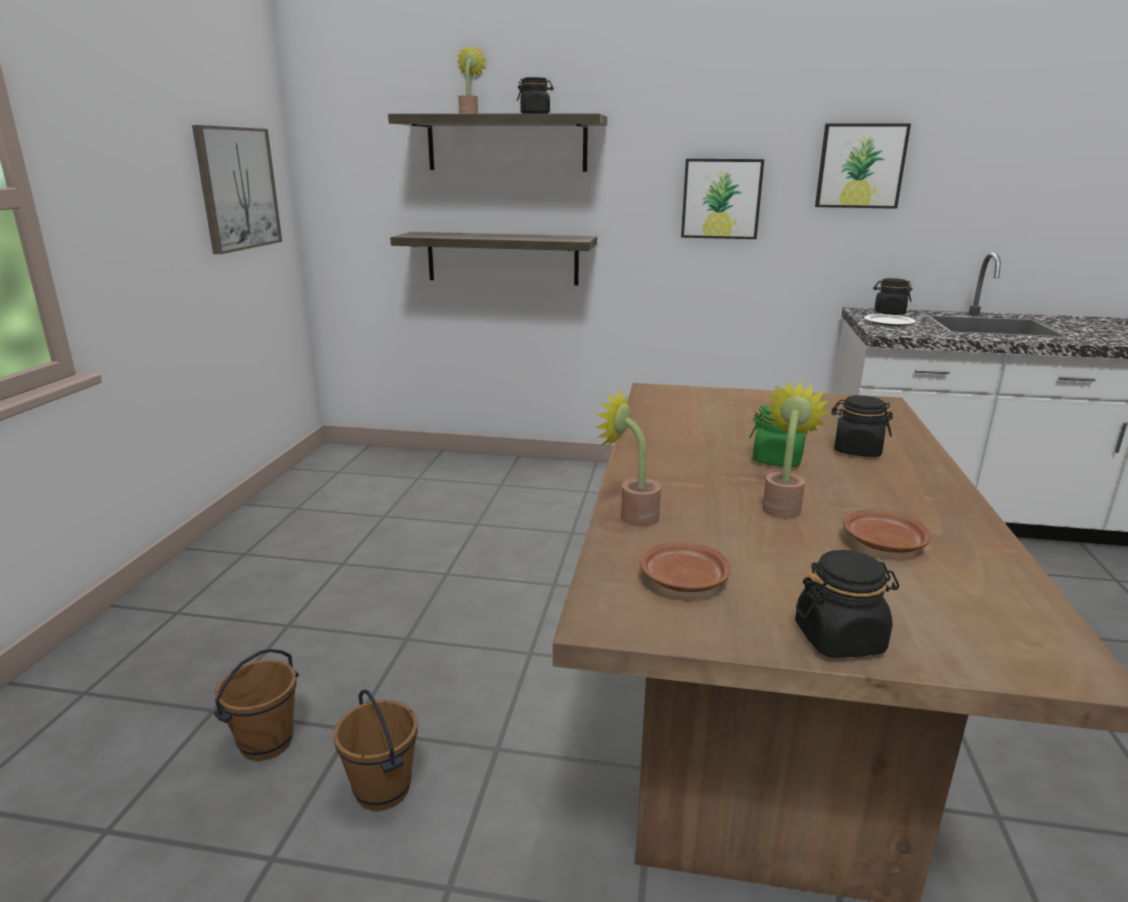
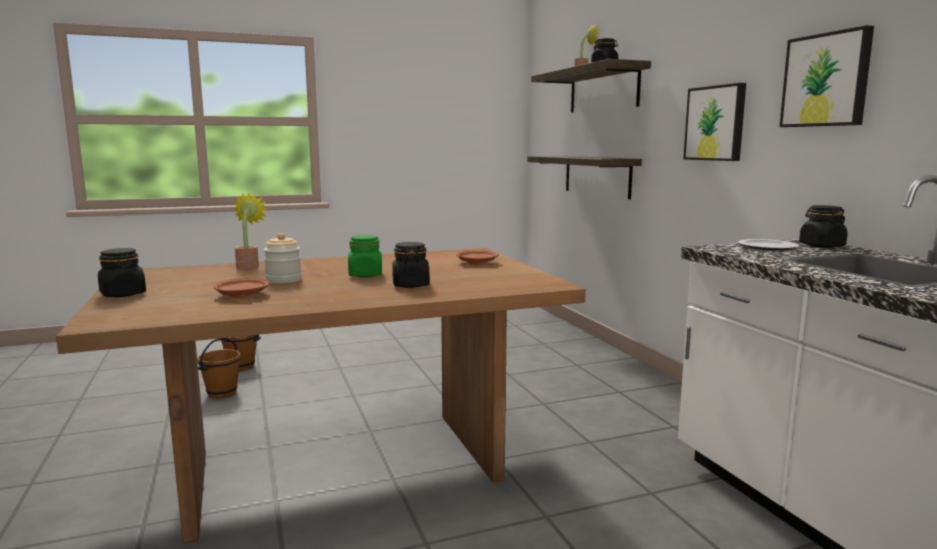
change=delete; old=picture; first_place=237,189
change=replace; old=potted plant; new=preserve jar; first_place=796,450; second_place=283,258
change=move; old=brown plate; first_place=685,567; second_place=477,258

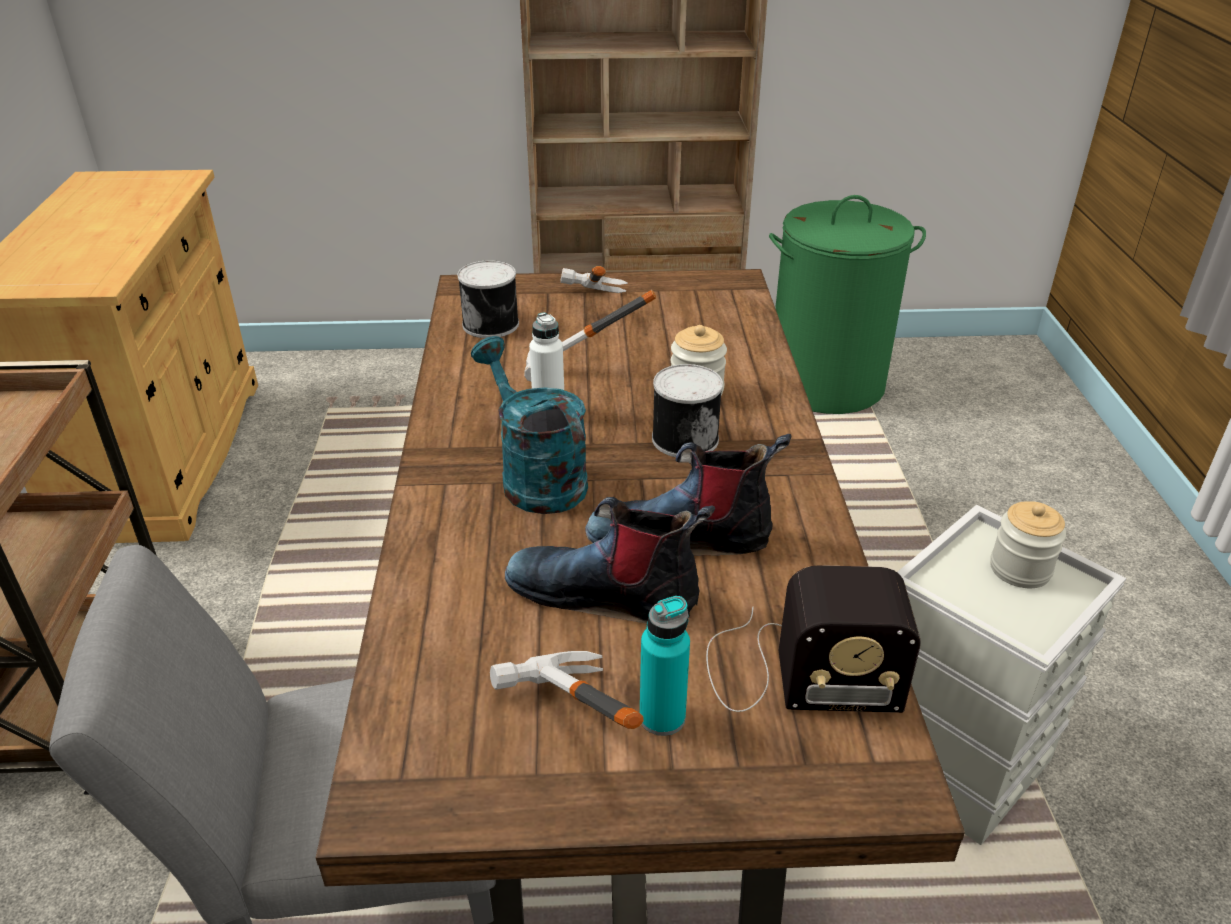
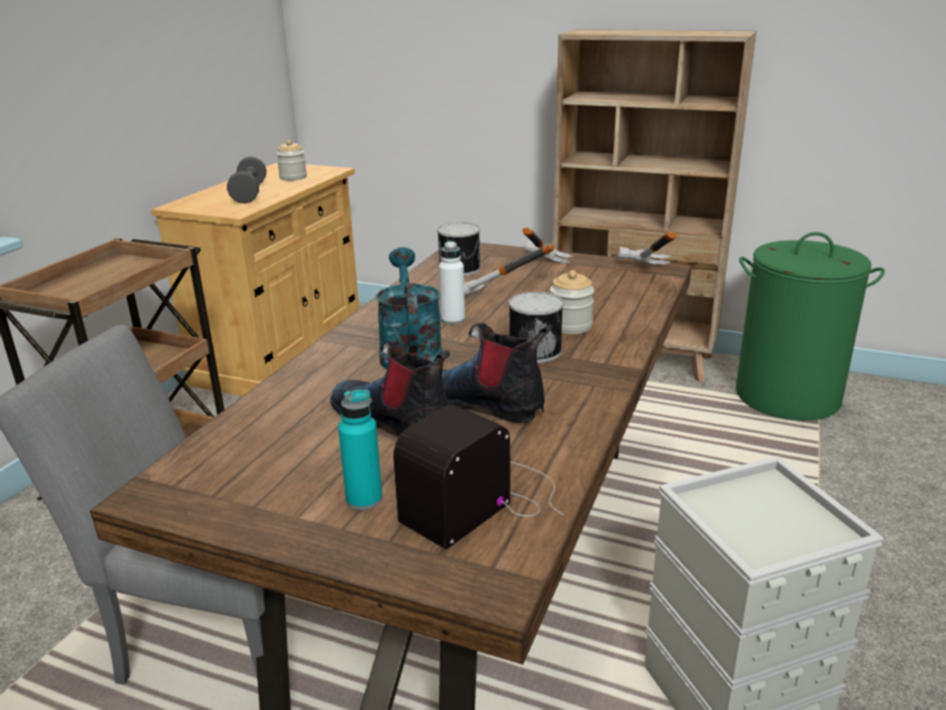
change=move; old=preserve jar; first_place=1028,544; second_place=291,160
change=rotate; old=radio; first_place=813,639; second_place=478,477; degrees=105
change=move; old=hammer; first_place=567,690; second_place=647,248
change=insert; new=grey dumbbell; second_place=246,180

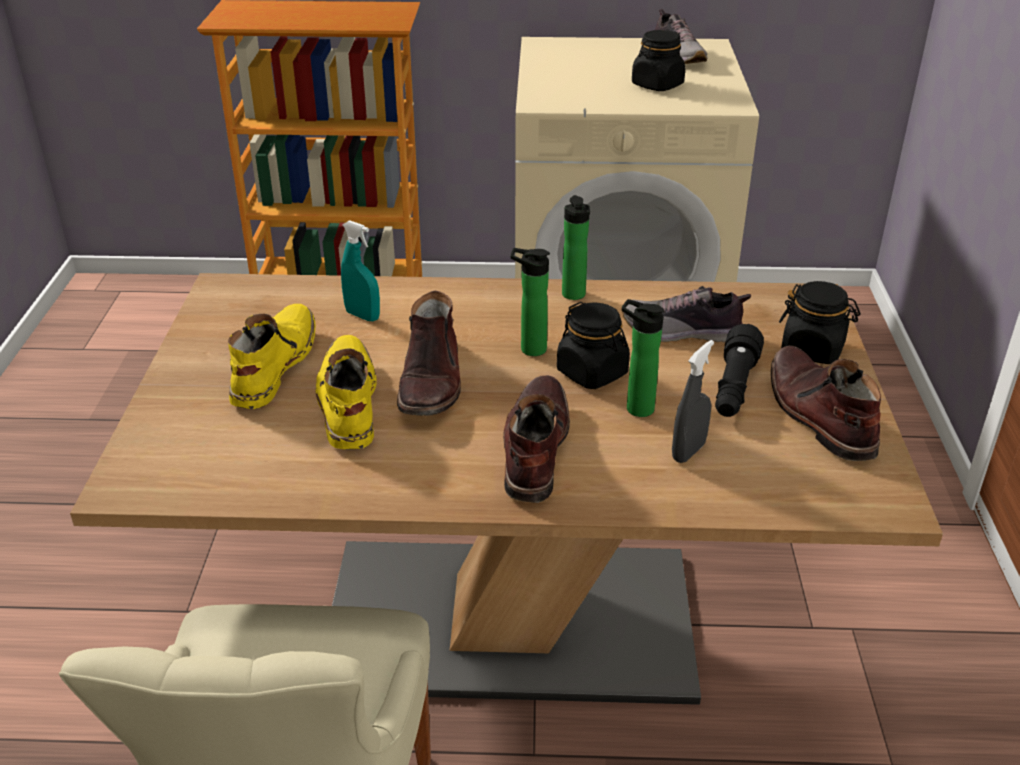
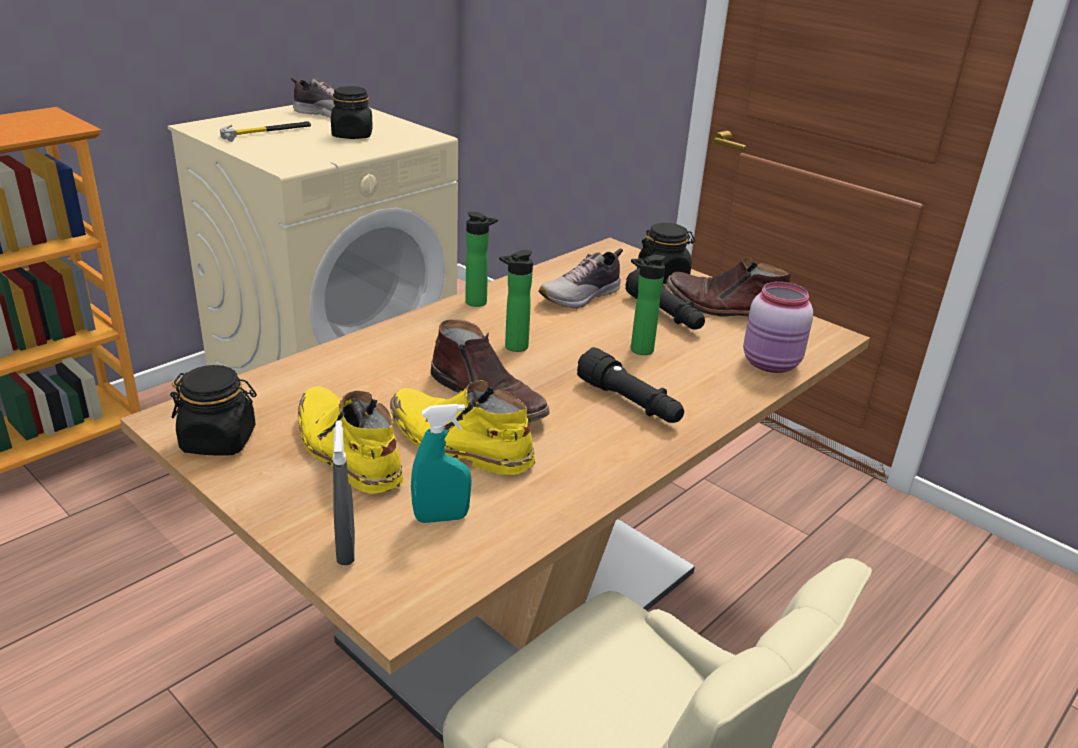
change=move; old=turquoise-coloured hand sprayer; first_place=360,270; second_place=441,463
change=move; old=blackish preserve jar; first_place=593,345; second_place=213,410
change=move; old=grey hand sprayer; first_place=693,401; second_place=344,492
change=replace; old=brown high-top boot; new=blackish flashlight; first_place=536,439; second_place=630,385
change=insert; new=hammer; second_place=265,131
change=insert; new=pinkish preserve jar; second_place=778,327

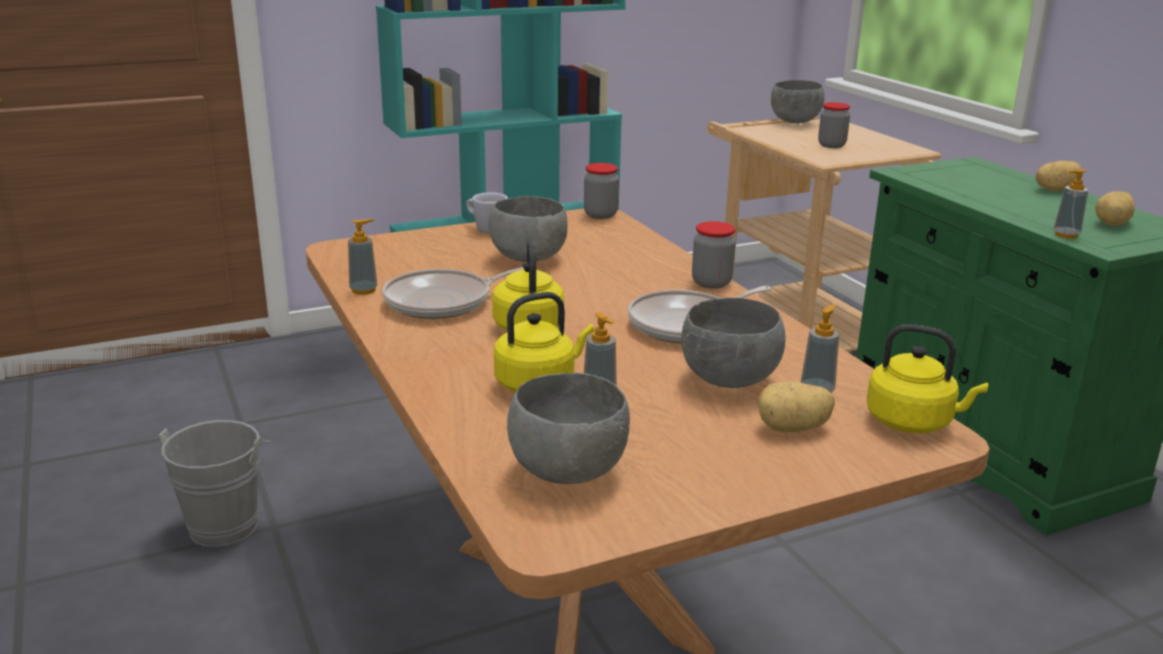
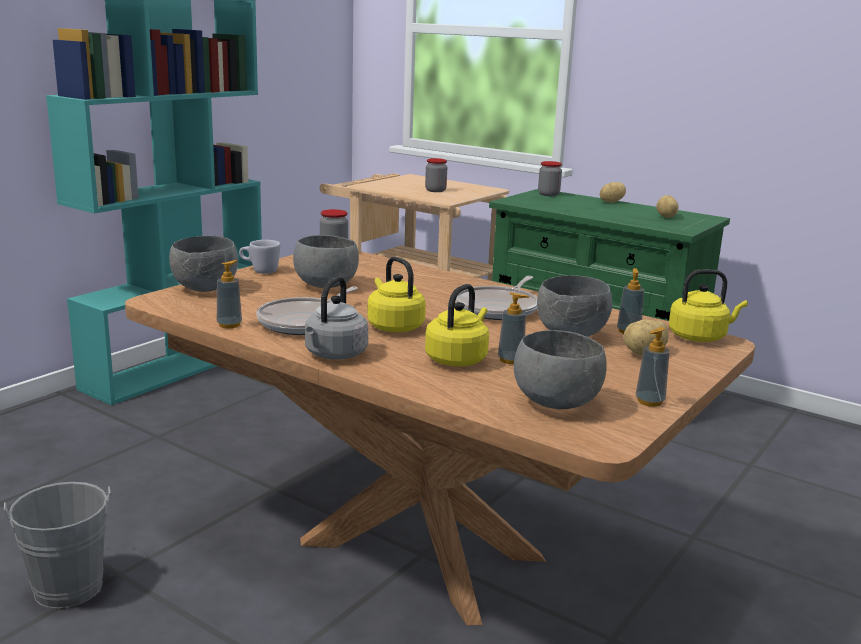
change=move; old=grey serving bowl; first_place=798,101; second_place=203,264
change=move; old=soap dispenser; first_place=1071,204; second_place=652,367
change=move; old=preserve jar; first_place=714,255; second_place=550,178
change=insert; new=grey kettle; second_place=336,317

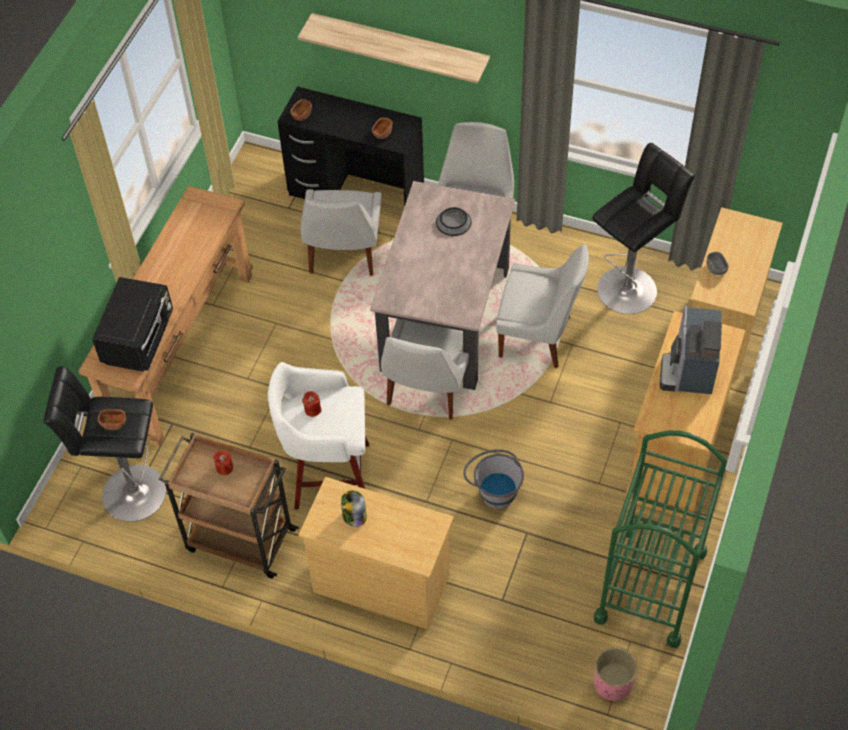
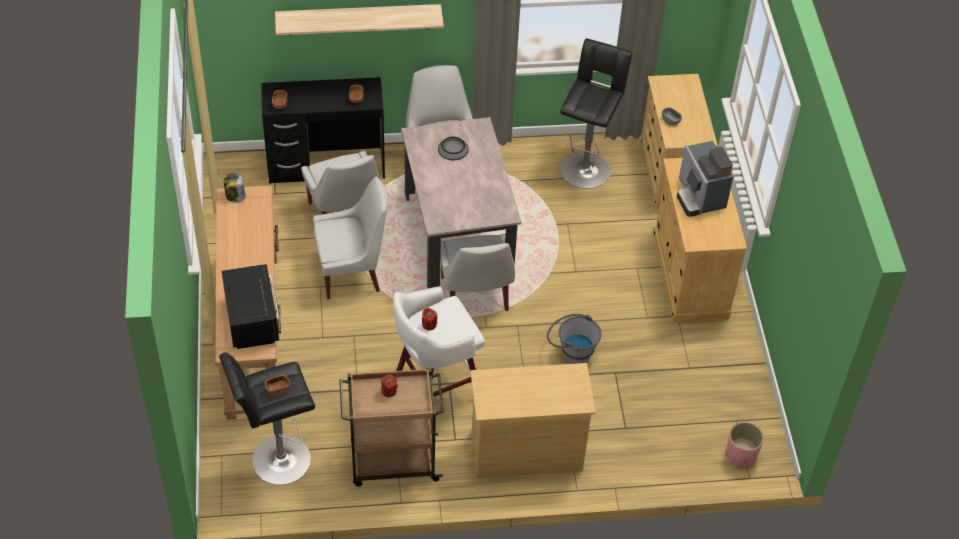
change=move; old=white chair; first_place=542,306; second_place=350,238
change=delete; old=green wheeled cart; first_place=660,539
change=move; old=preserve jar; first_place=354,509; second_place=235,187

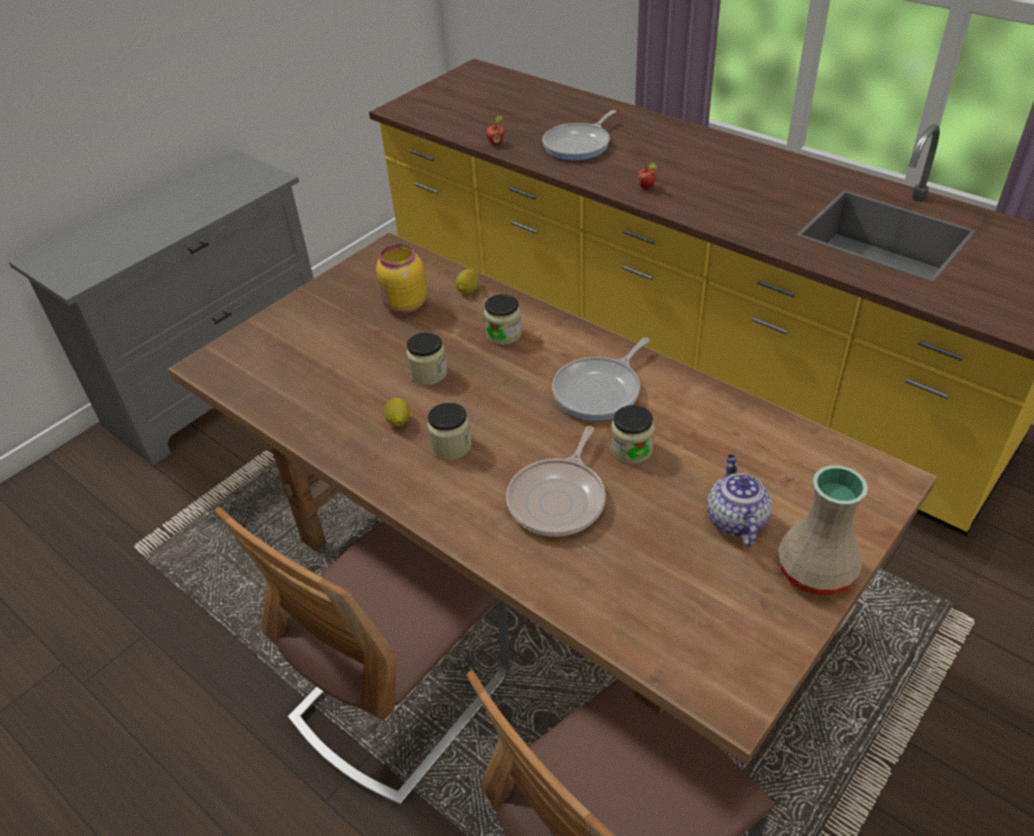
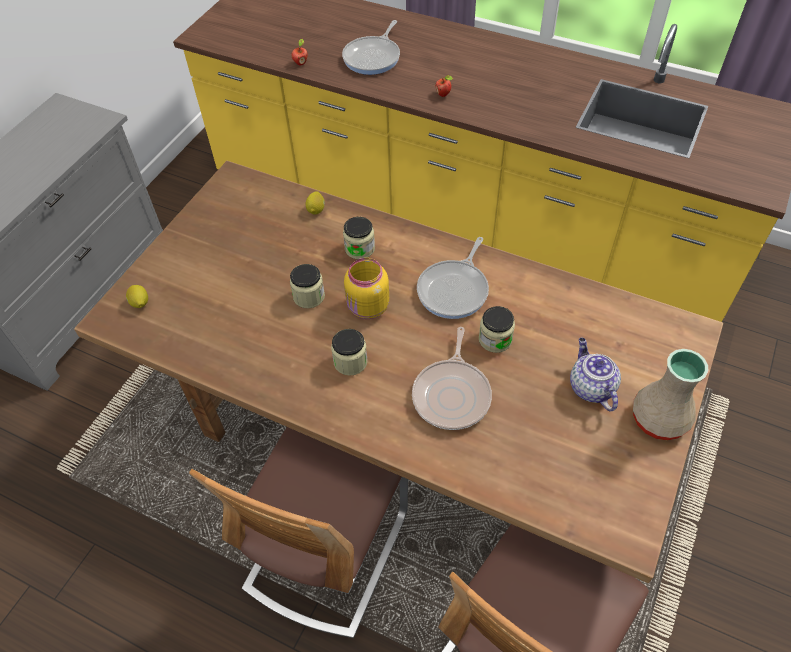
change=move; old=yellow preserve jar; first_place=401,279; second_place=366,288
change=move; old=citrus fruit; first_place=397,412; second_place=137,296

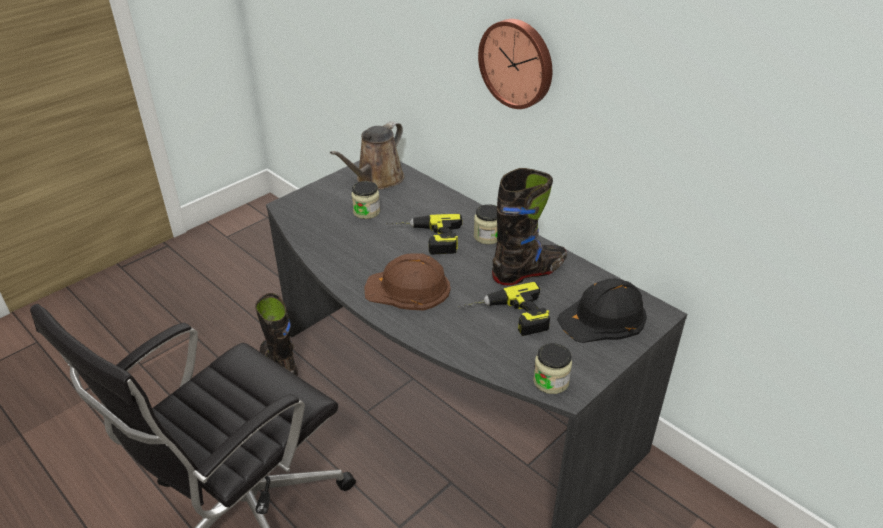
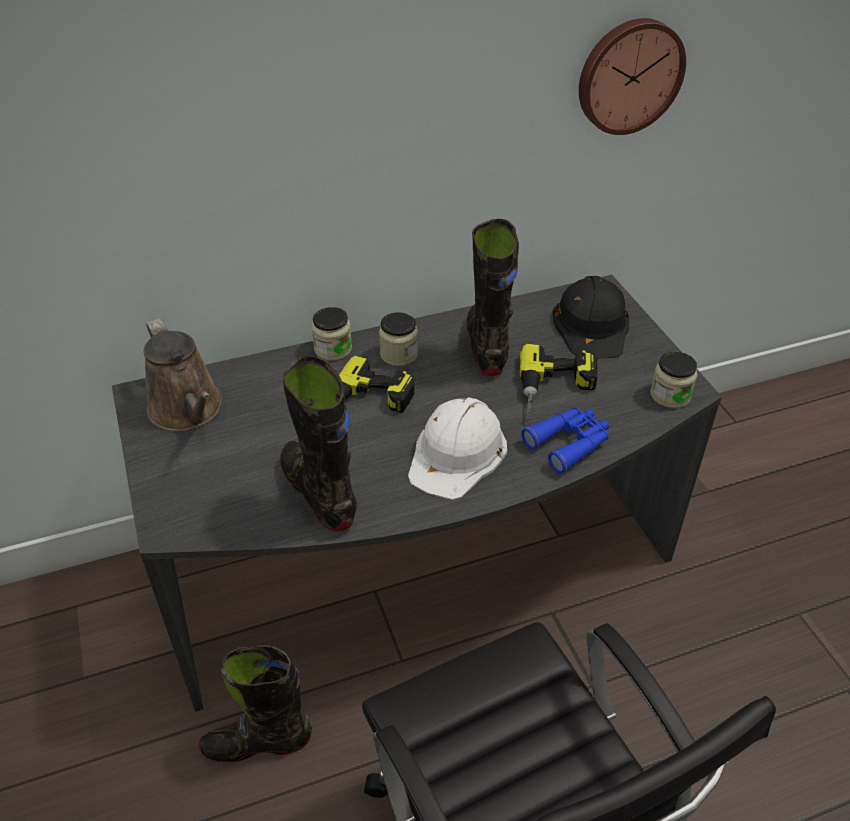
change=move; old=wall clock; first_place=515,64; second_place=632,76
change=move; old=preserve jar; first_place=365,200; second_place=332,334
change=recolor; old=brown work helmet; new=white work helmet; first_place=407,281; second_place=457,448
change=insert; new=blackish high-top boot; second_place=318,443
change=insert; new=blue field glasses; second_place=565,440

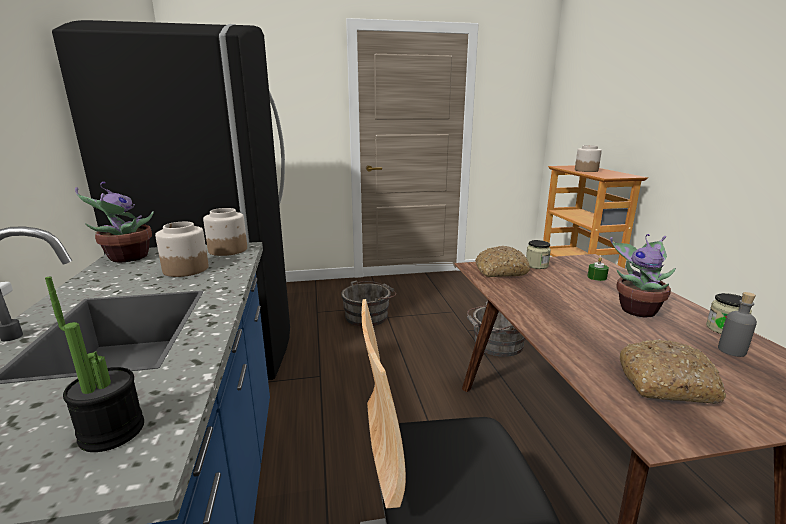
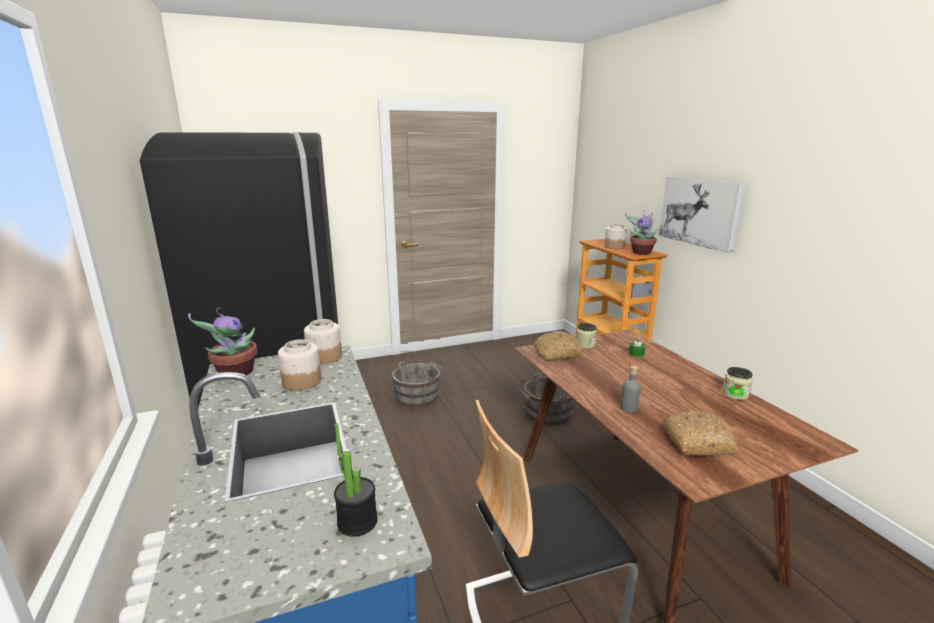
change=move; old=potted plant; first_place=643,275; second_place=642,232
change=move; old=grey bottle; first_place=737,324; second_place=630,389
change=insert; new=picture; second_place=702,214

